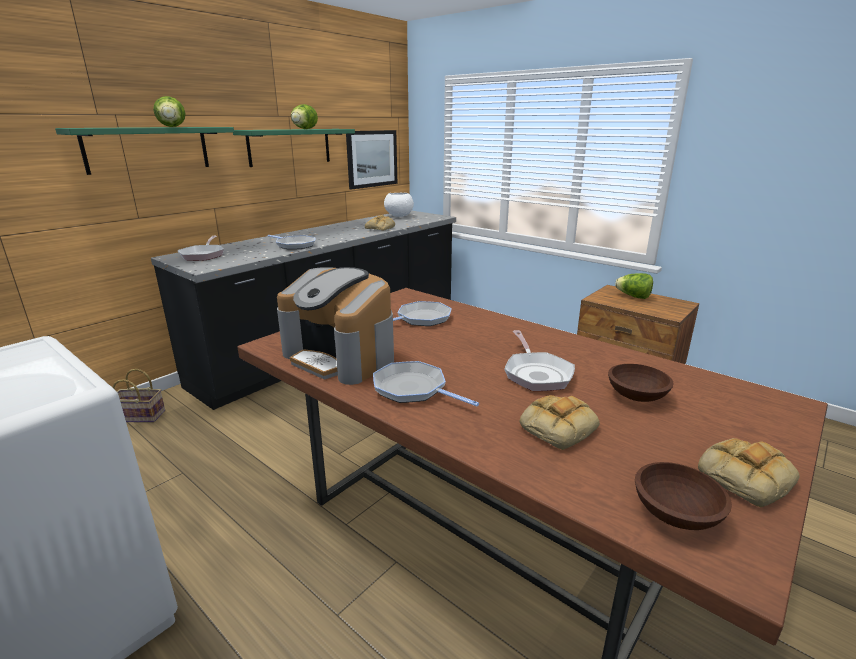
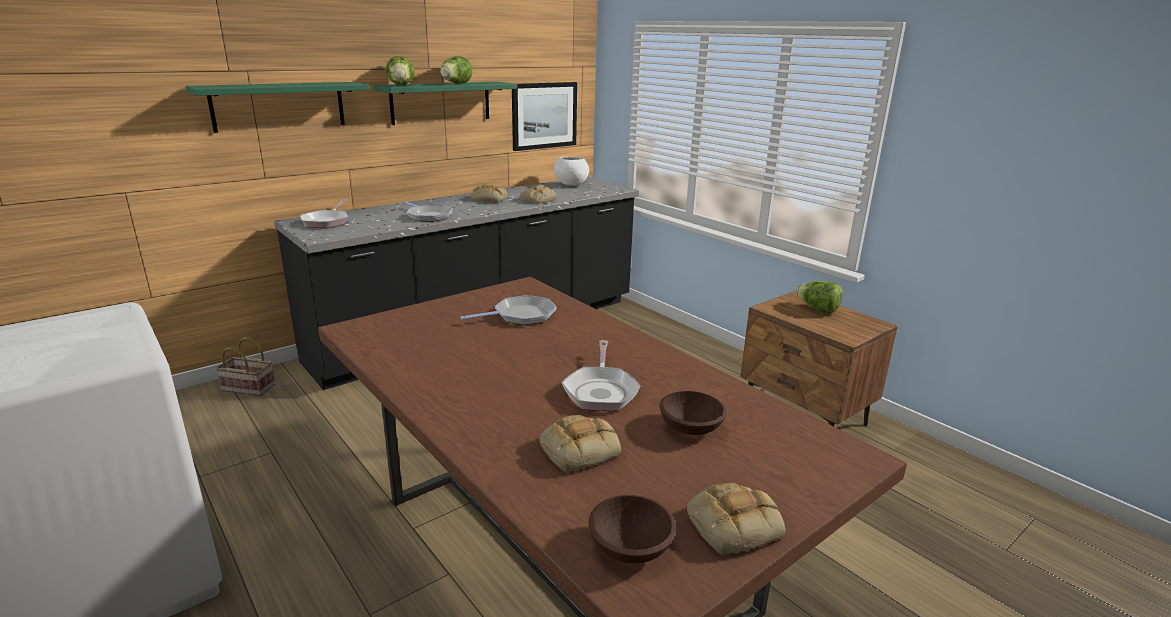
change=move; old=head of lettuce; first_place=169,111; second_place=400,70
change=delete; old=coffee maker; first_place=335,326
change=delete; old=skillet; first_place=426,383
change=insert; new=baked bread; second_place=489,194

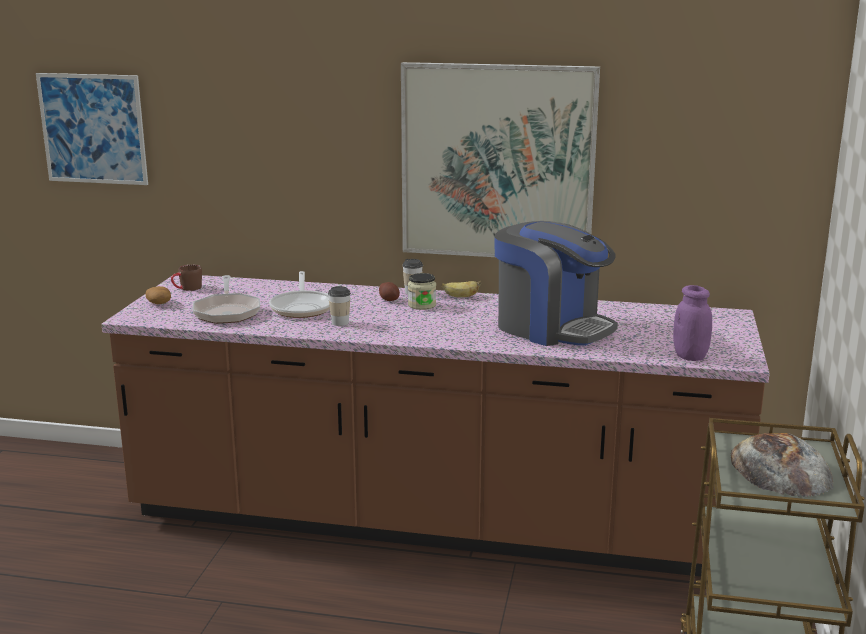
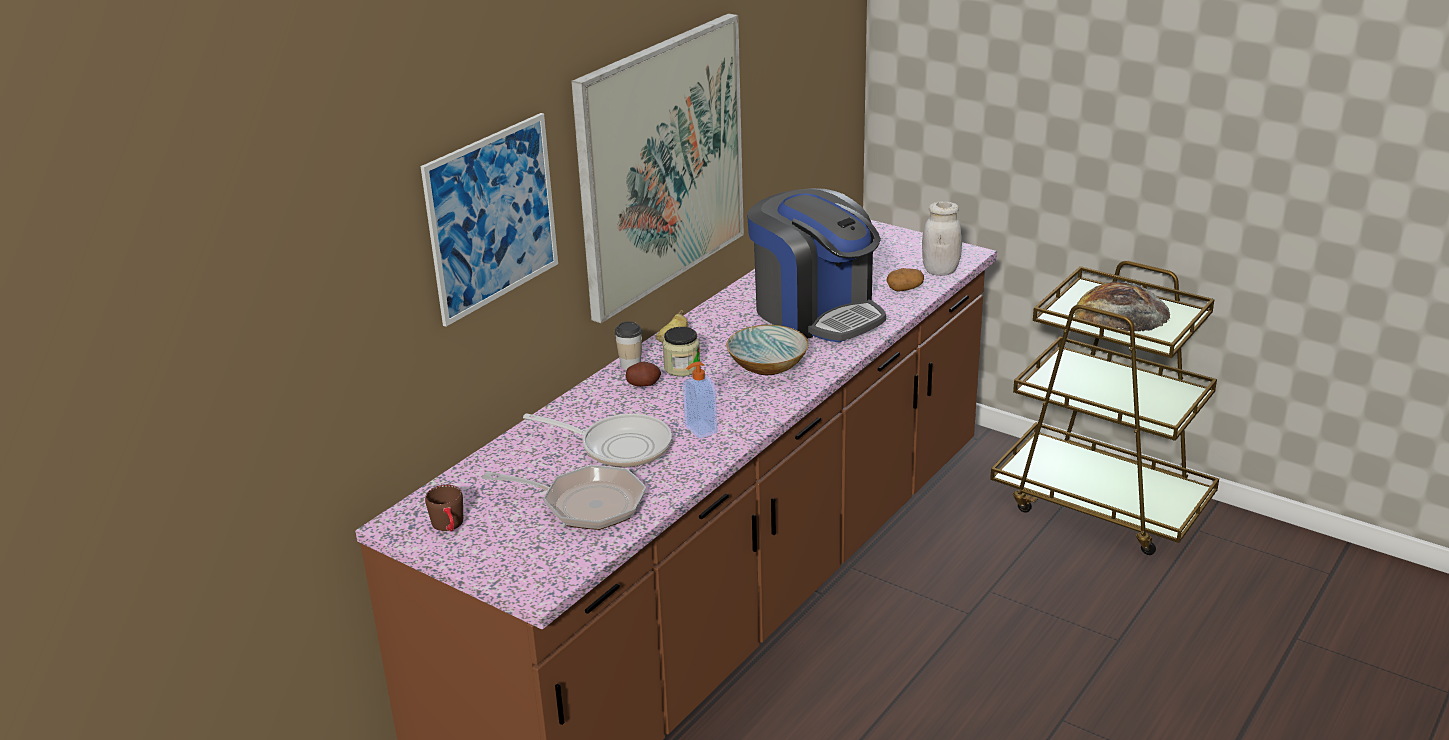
change=move; old=picture; first_place=92,129; second_place=489,220
change=rotate; old=coffee maker; first_place=556,283; second_place=816,265; degrees=75
change=recolor; old=purplish preserve jar; new=white preserve jar; first_place=692,323; second_place=942,238
change=move; old=potato; first_place=158,295; second_place=905,279
change=replace; old=cup; new=soap dispenser; first_place=339,306; second_place=700,399
change=insert; new=serving bowl; second_place=767,350

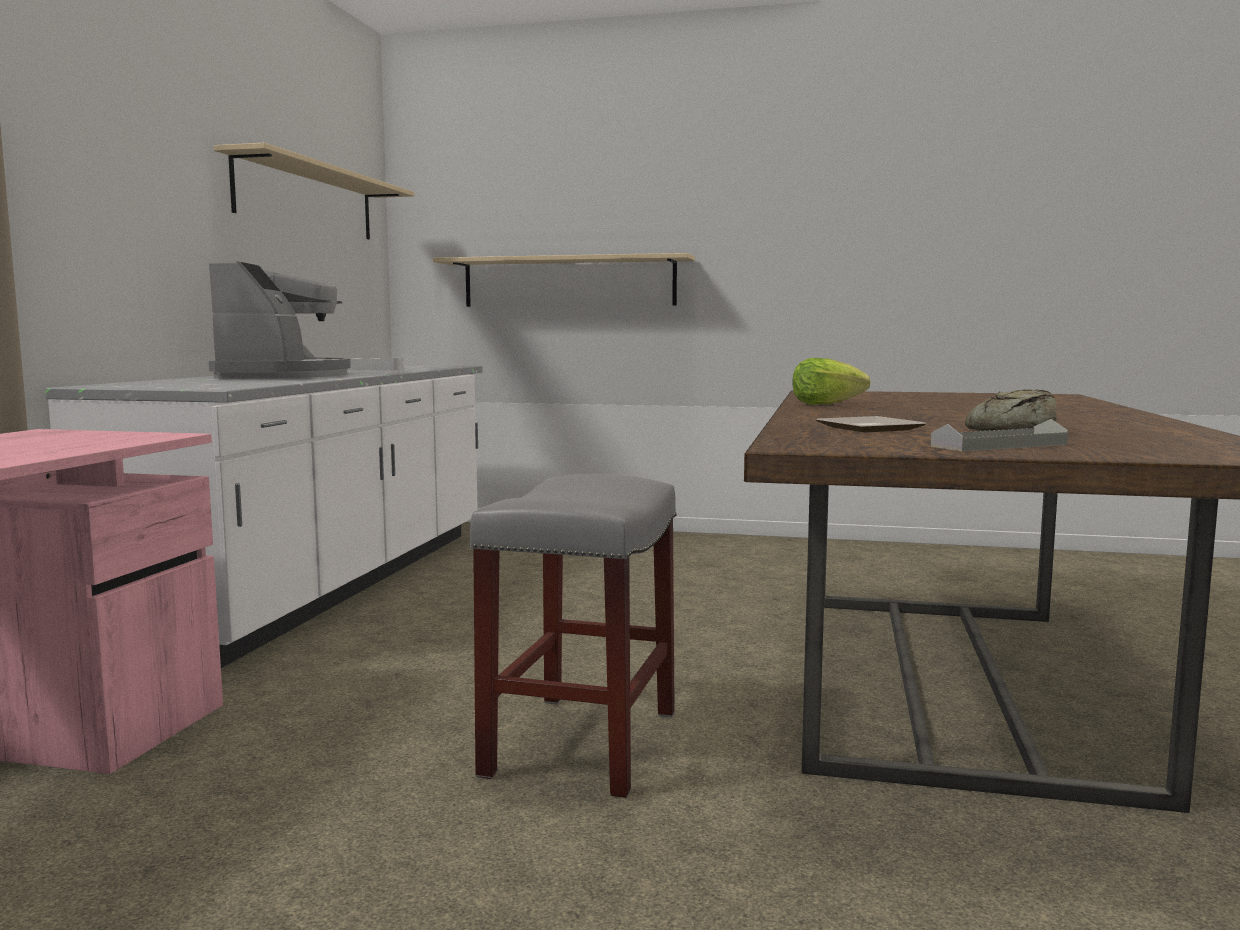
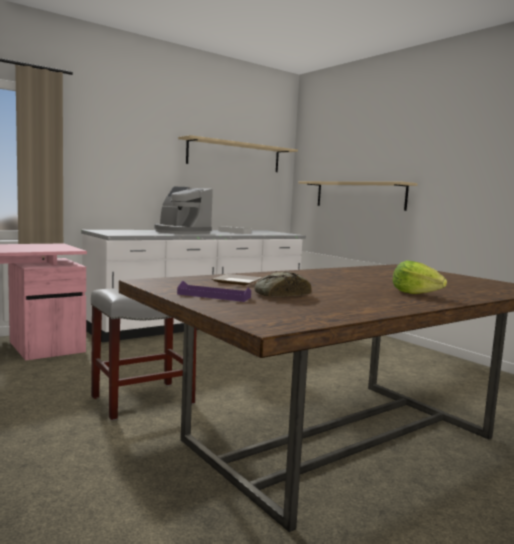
change=rotate; old=coffee maker; first_place=280,320; second_place=183,210; degrees=90
change=move; old=head of lettuce; first_place=832,381; second_place=420,277
change=recolor; old=grey carrying tray; new=purplish carrying tray; first_place=999,435; second_place=214,291

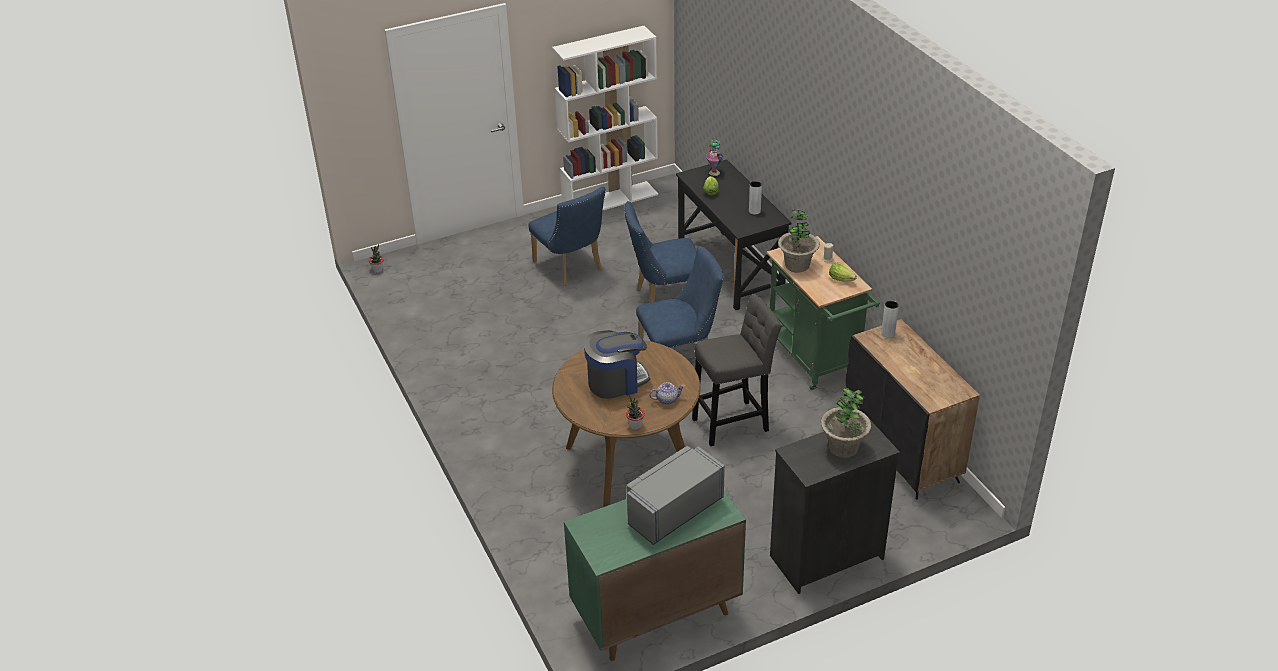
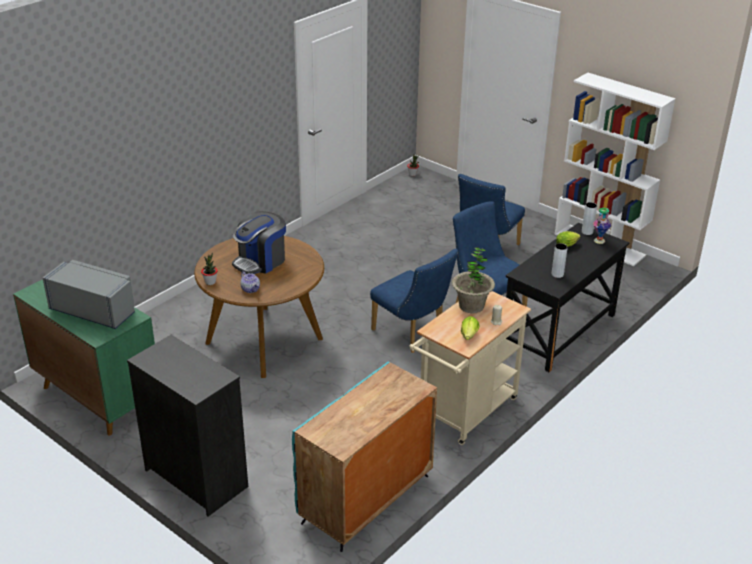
change=recolor; old=green wheeled cart; new=sand-coloured wheeled cart; first_place=823,313; second_place=470,368
change=delete; old=grey stool seat; first_place=736,370
change=move; old=grey decorative vase; first_place=890,319; second_place=589,218
change=recolor; old=blackish storage cabinet; new=turquoise-coloured storage cabinet; first_place=912,409; second_place=364,456
change=rotate; old=coffee maker; first_place=617,364; second_place=259,242; degrees=90
change=delete; old=potted plant; first_place=846,422

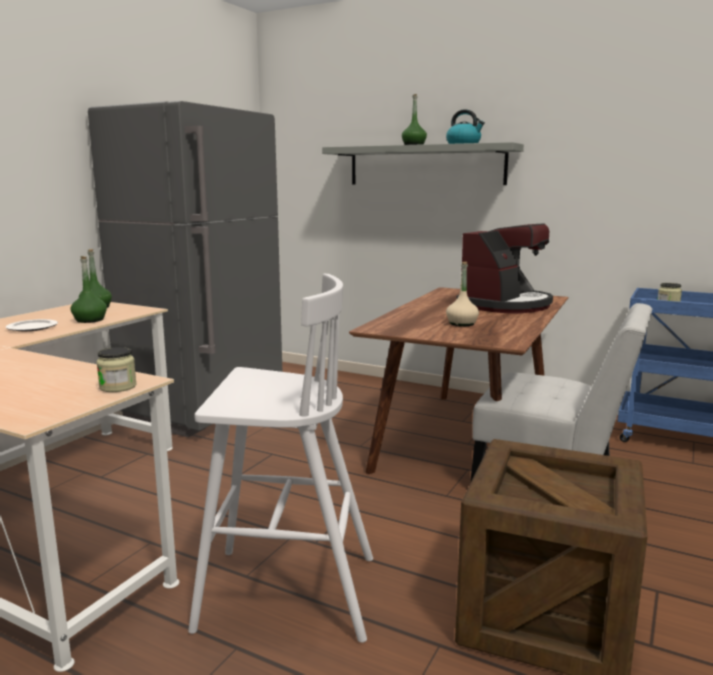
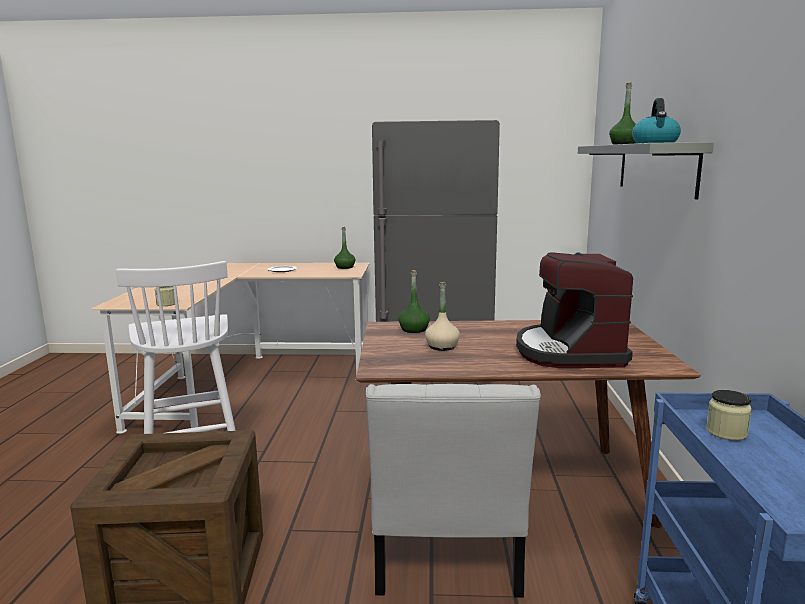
change=rotate; old=coffee maker; first_place=504,268; second_place=574,310; degrees=75
change=move; old=green bottle; first_place=89,289; second_place=414,301

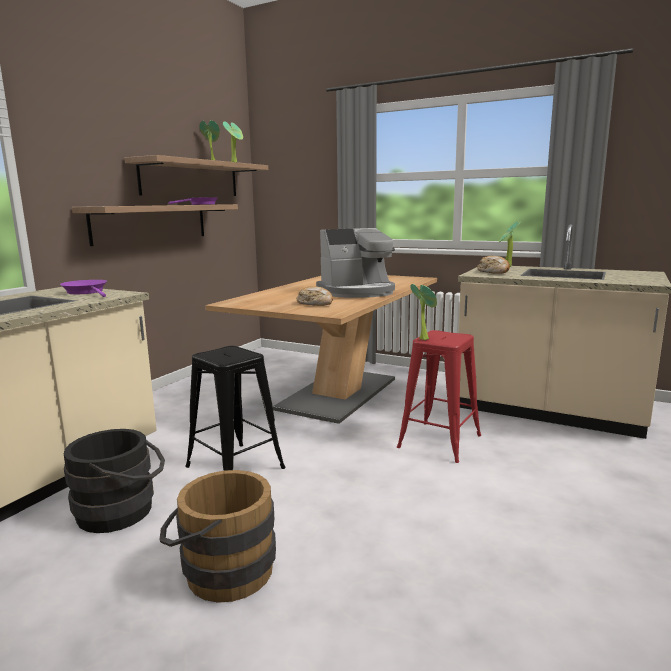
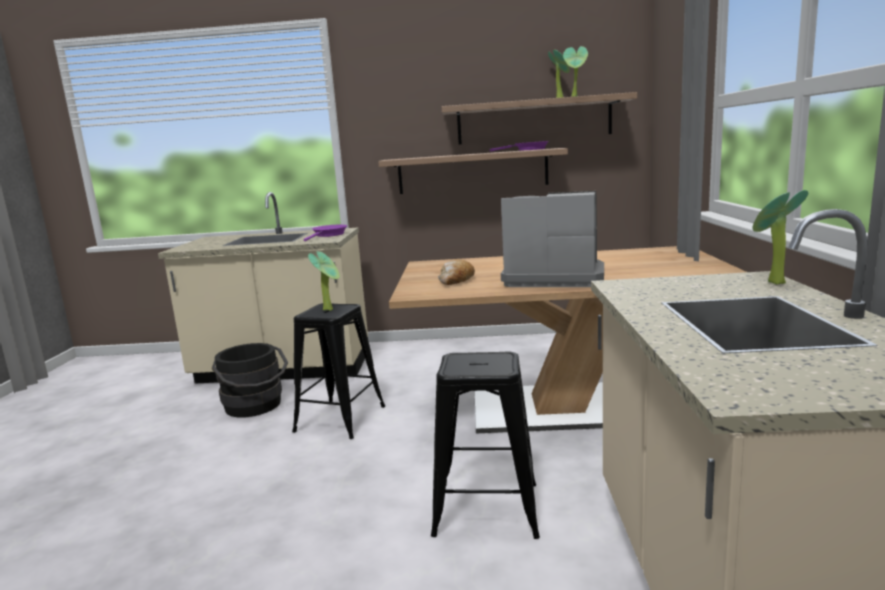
change=rotate; old=coffee maker; first_place=355,263; second_place=552,239; degrees=150
change=delete; old=baked bread; first_place=493,265
change=move; old=potted plant; first_place=423,312; second_place=324,281
change=recolor; old=red stool seat; new=blackish stool seat; first_place=439,396; second_place=485,445
change=delete; old=brown pail; first_place=217,536

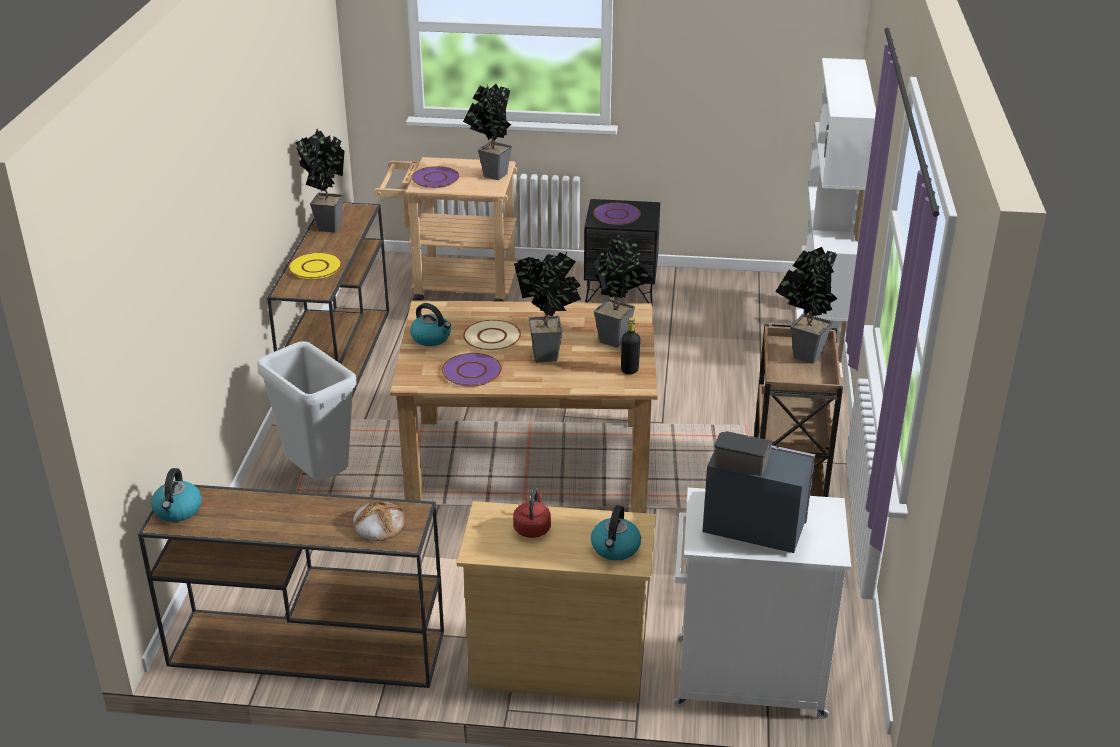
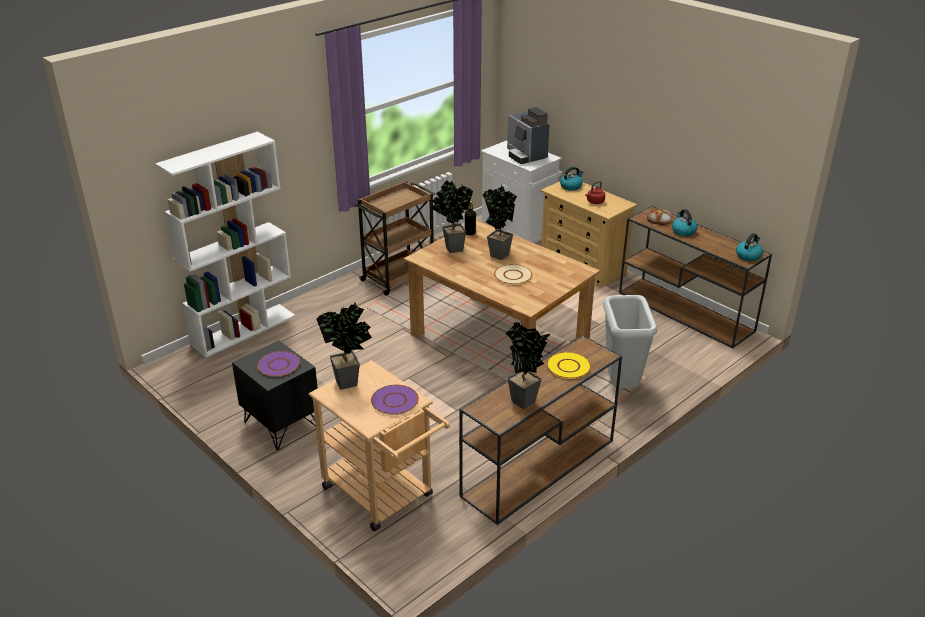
change=delete; old=potted plant; first_place=807,305
change=move; old=kettle; first_place=430,324; second_place=684,222
change=delete; old=purplish plate; first_place=472,370

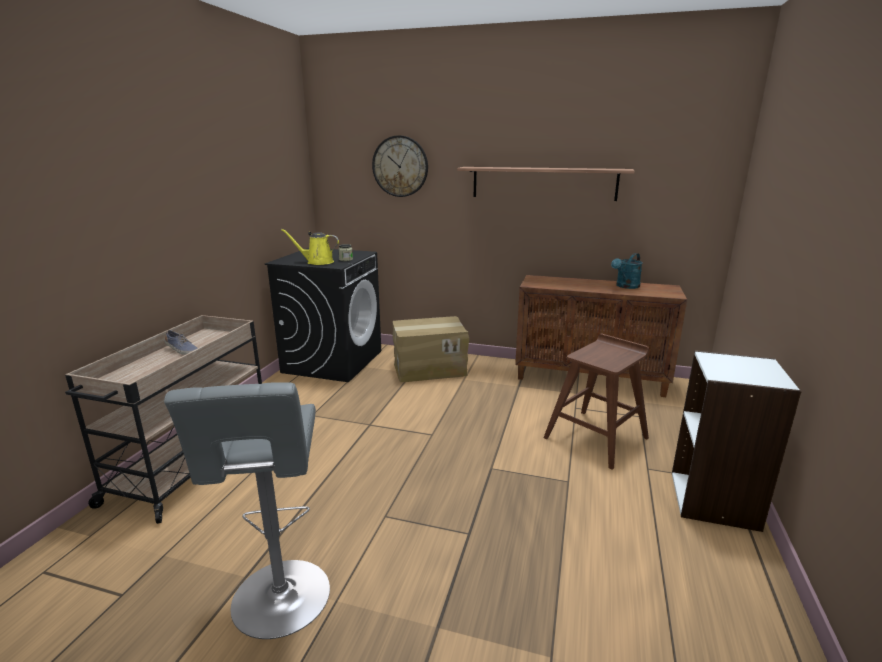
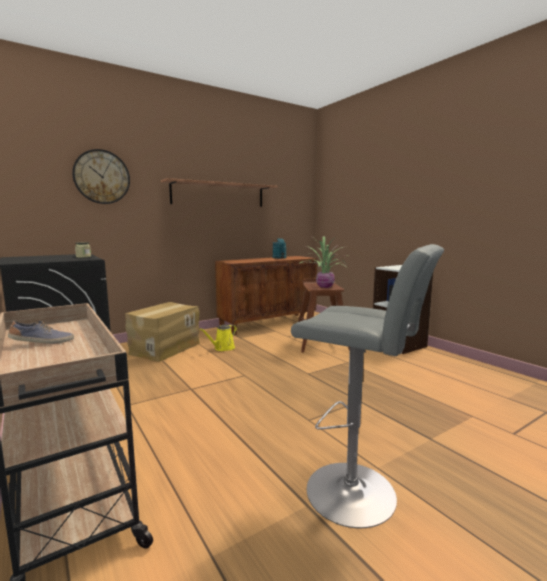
change=move; old=yellow watering can; first_place=310,247; second_place=218,338
change=insert; new=potted plant; second_place=322,262

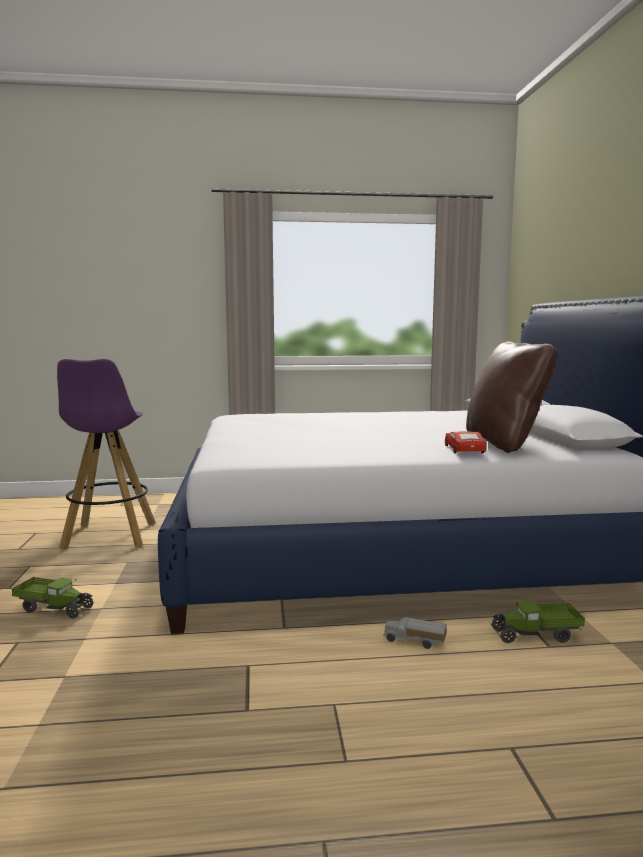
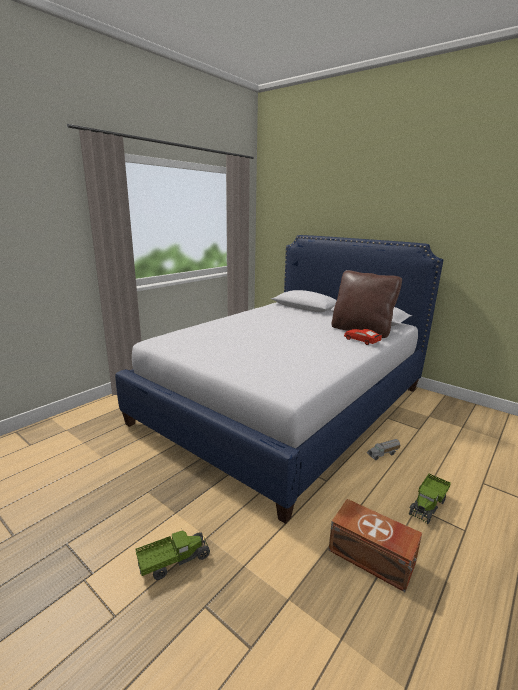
change=delete; old=purplish stool seat; first_place=106,454
change=move; old=toy truck; first_place=538,621; second_place=429,499
change=insert; new=brown storage box; second_place=375,545

